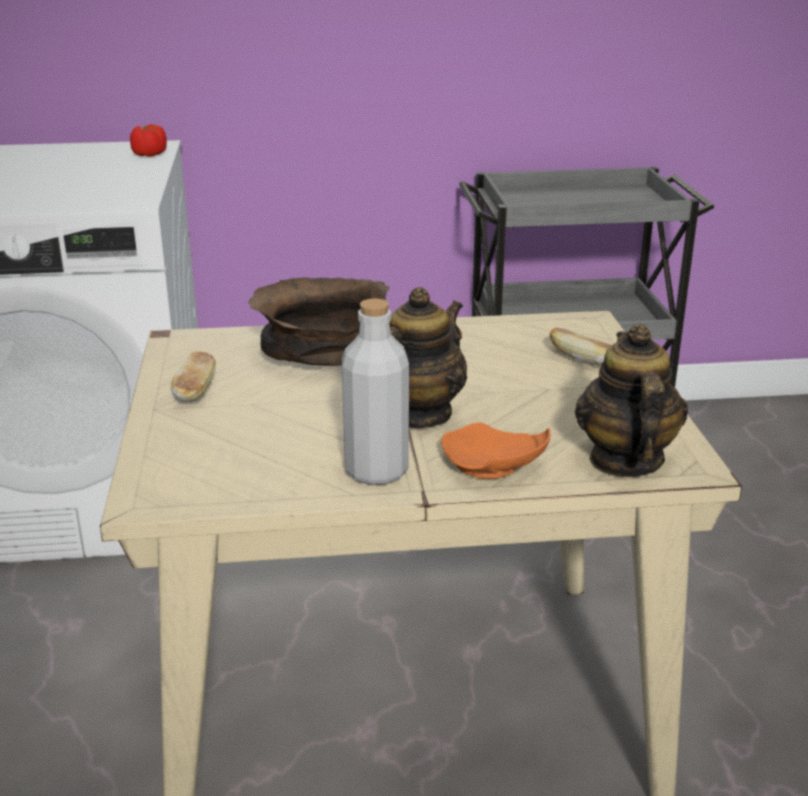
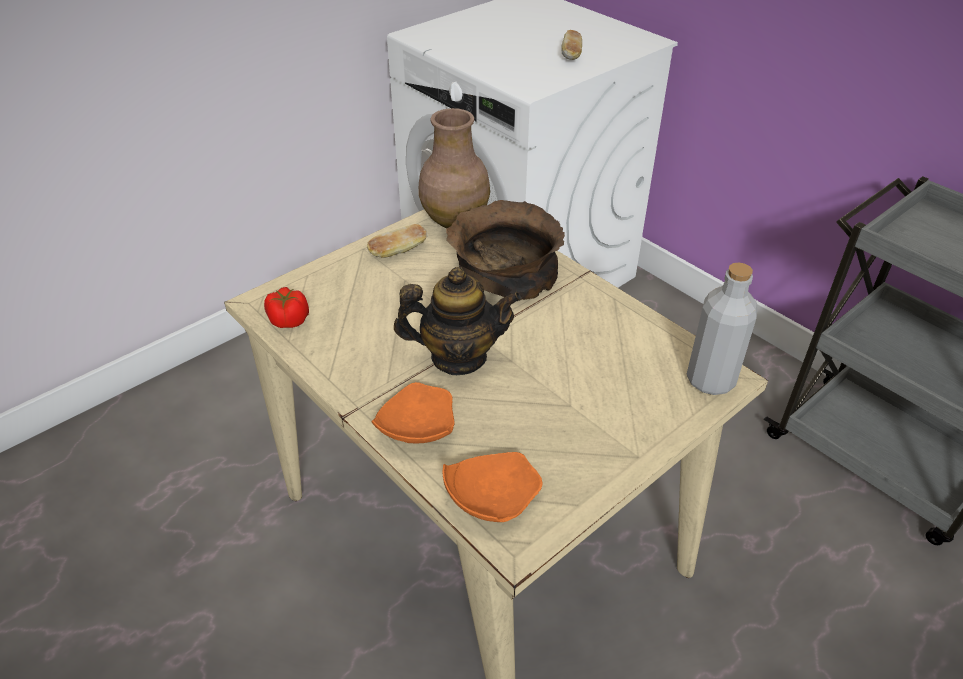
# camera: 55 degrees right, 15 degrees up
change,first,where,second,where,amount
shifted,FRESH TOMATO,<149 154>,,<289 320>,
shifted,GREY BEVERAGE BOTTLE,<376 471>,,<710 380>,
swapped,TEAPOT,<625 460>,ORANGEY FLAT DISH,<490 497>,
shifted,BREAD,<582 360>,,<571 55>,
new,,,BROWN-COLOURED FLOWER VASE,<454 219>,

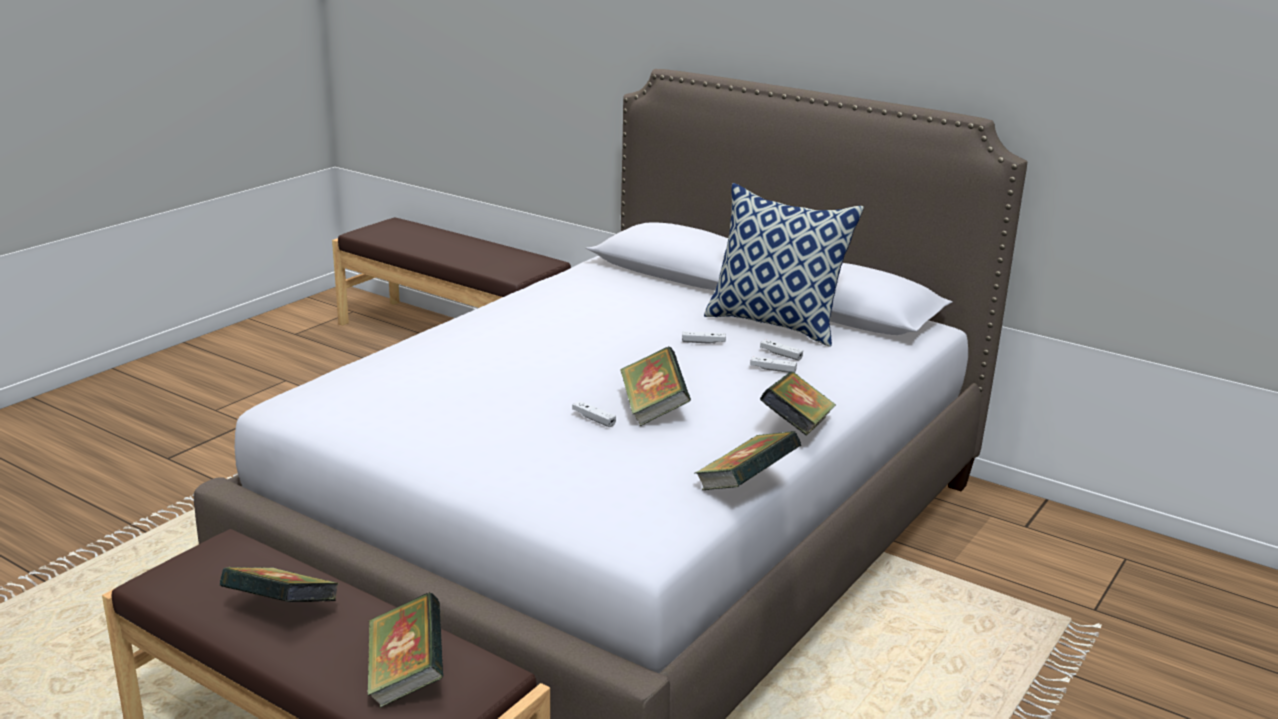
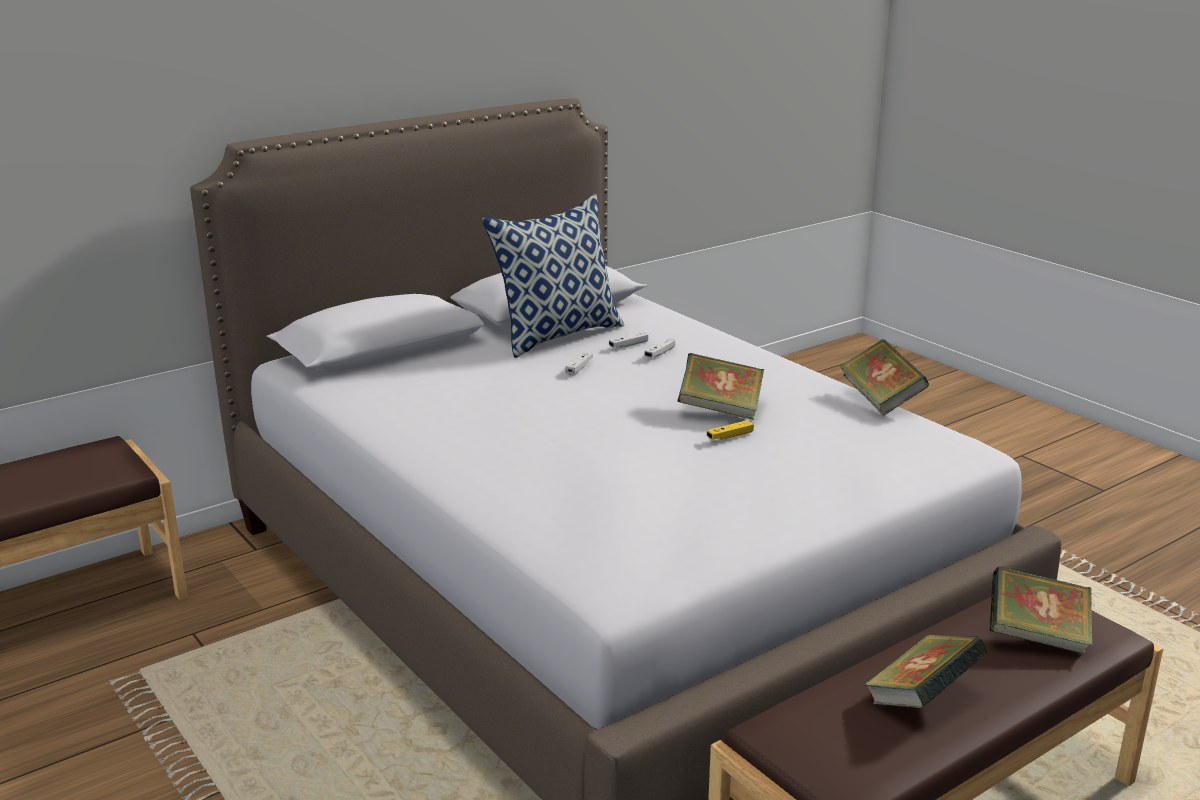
# camera: 70 degrees left, 0 degrees up
change,first,where,second,where,amount
gone,BOOK,<796 427>,,,
repainted,WHITE-COLOURED GAME CONTROLLER,<593 419>,YELLOW-COLOURED GAME CONTROLLER,<730 436>,

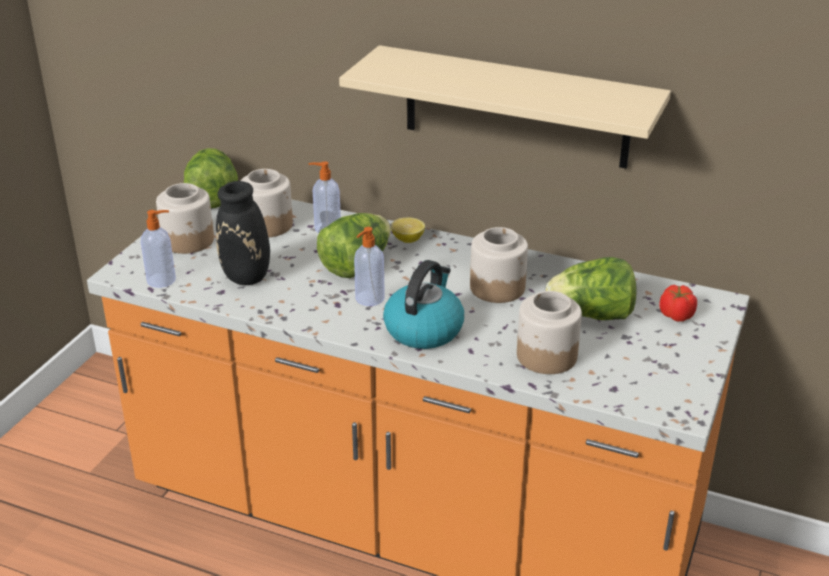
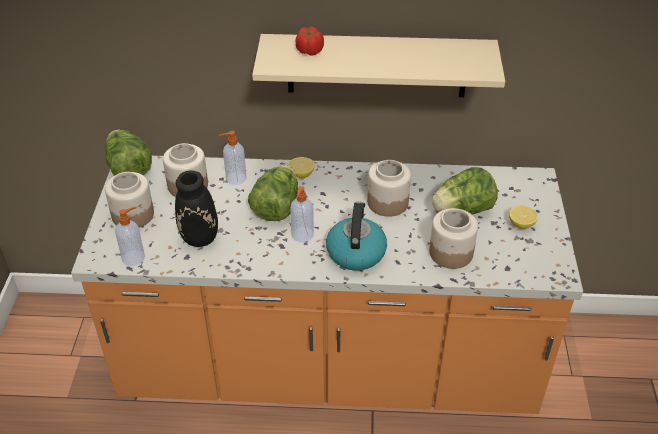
# camera: 20 degrees left, 10 degrees up
change,first,where,second,where,amount
shifted,FRESH TOMATO,<676 315>,,<310 51>,
new,,,LEMON,<521 224>,

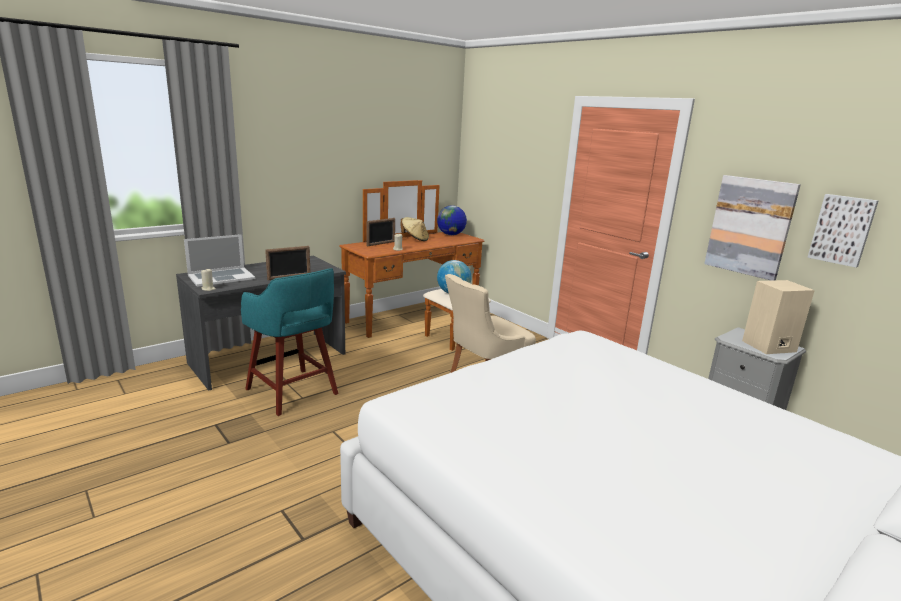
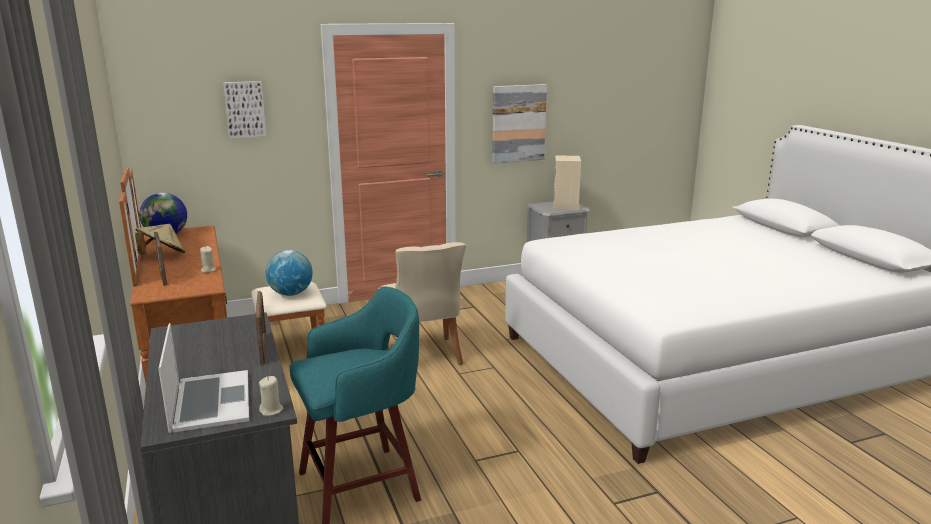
# camera: 70 degrees left, 0 degrees up
change,first,where,second,where,amount
shifted,WALL PICTURE,<842 229>,,<245 109>,

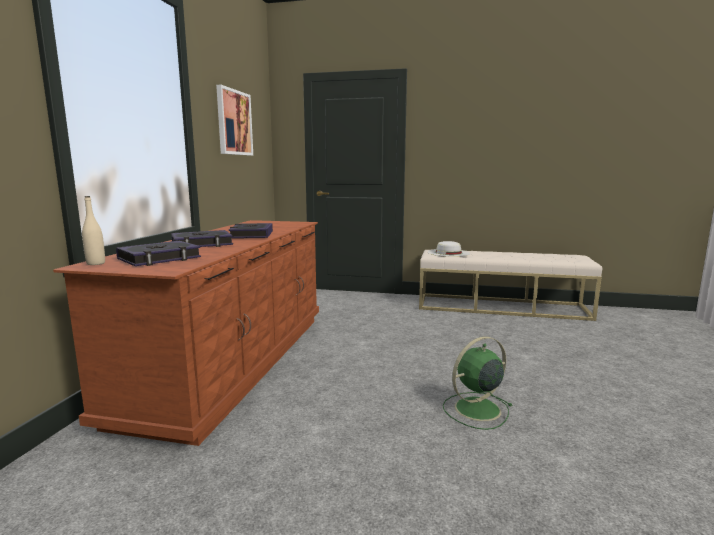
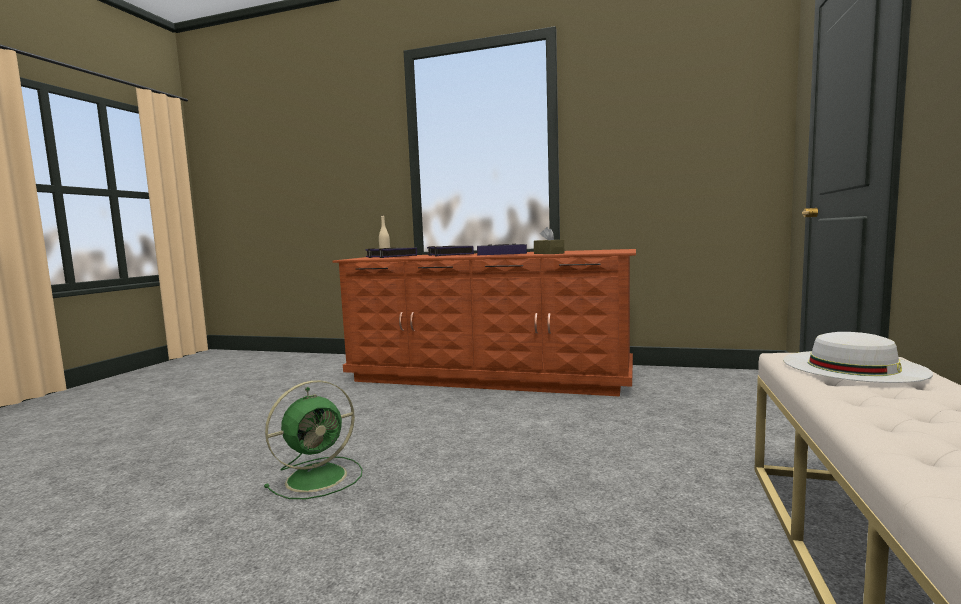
# camera: 95 degrees right, 5 degrees down
change,first,where,second,where,amount
gone,WALL PICTURE,<234 122>,,,
rotated,GREEN ELECTRIC FAN,<476 409>,,<319 477>,75 degrees clockwise
new,,,BROWN-COLOURED BOX OF TISSUES,<548 253>,

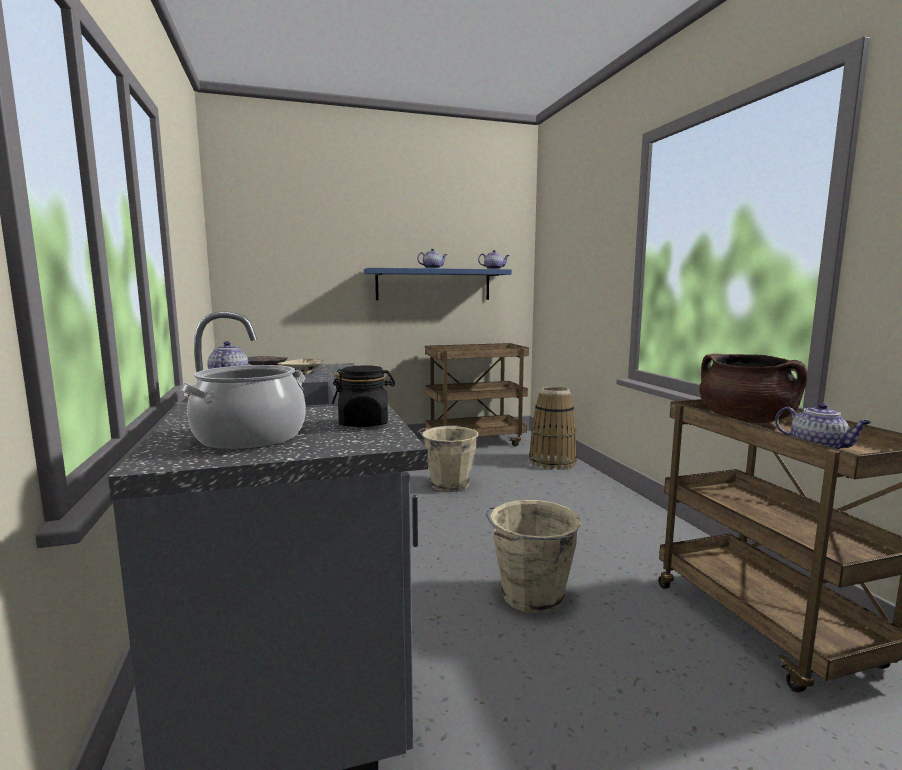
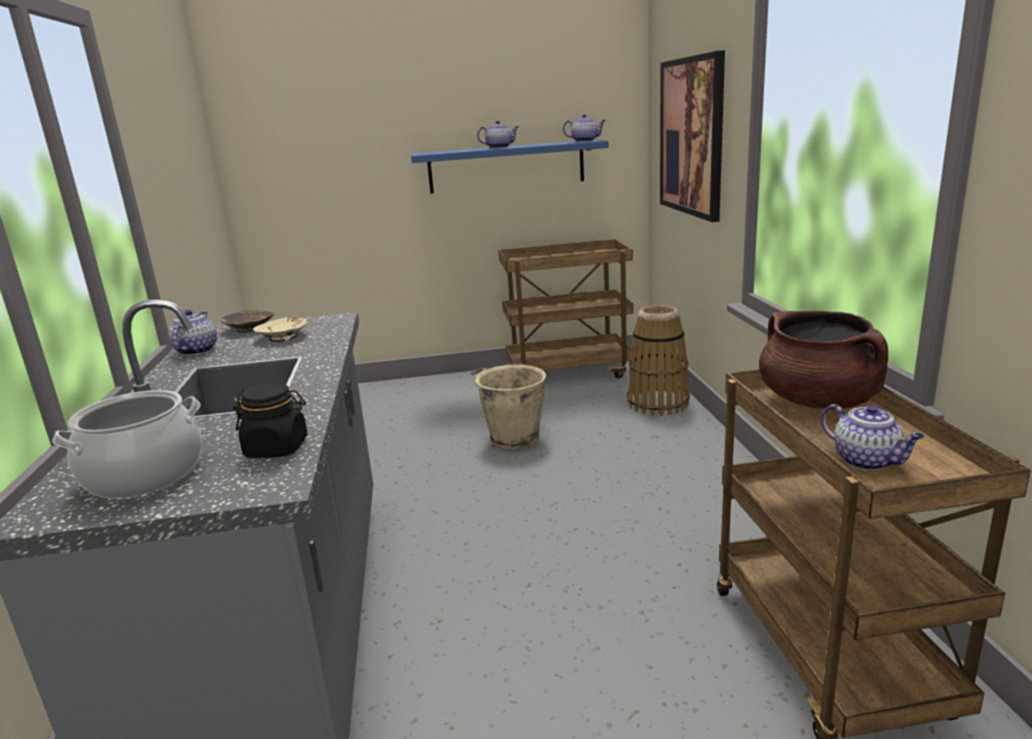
# camera: 10 degrees right, 10 degrees up
change,first,where,second,where,amount
gone,SAND-COLOURED BUCKET,<530 597>,,,
new,,,WALL PICTURE,<691 137>,

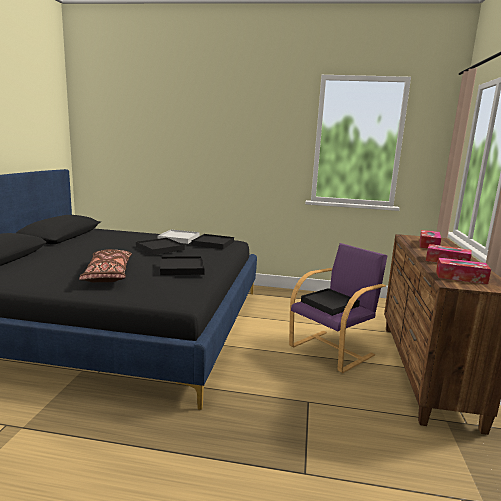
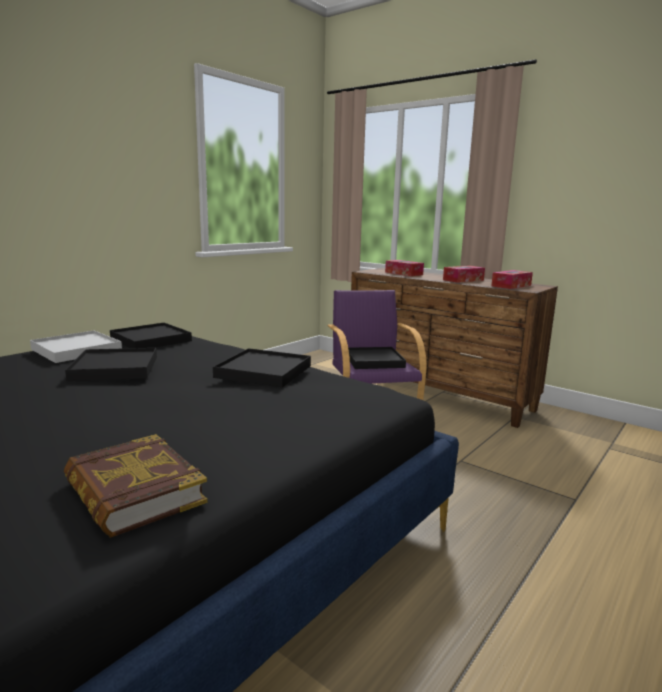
# camera: 60 degrees left, 0 degrees up
change,first,where,second,where,amount
gone,BROWN-COLOURED CUSHION,<108 275>,,,
new,,,BOOK,<134 492>,

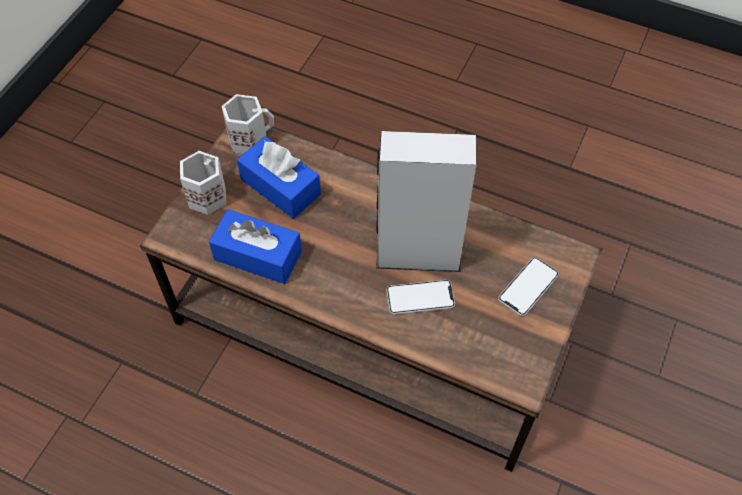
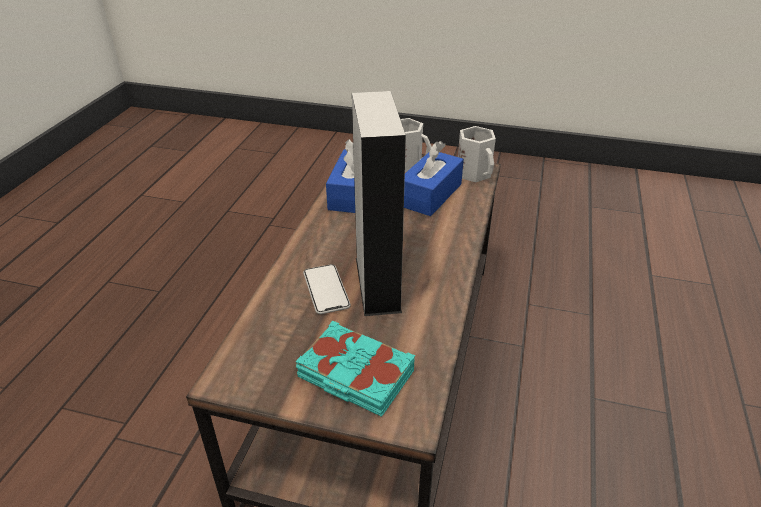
# camera: 80 degrees right, 20 degrees down
change,first,where,second,where,amount
swapped,HANDSET,<528 287>,TURQUOISE BOOK,<355 375>,

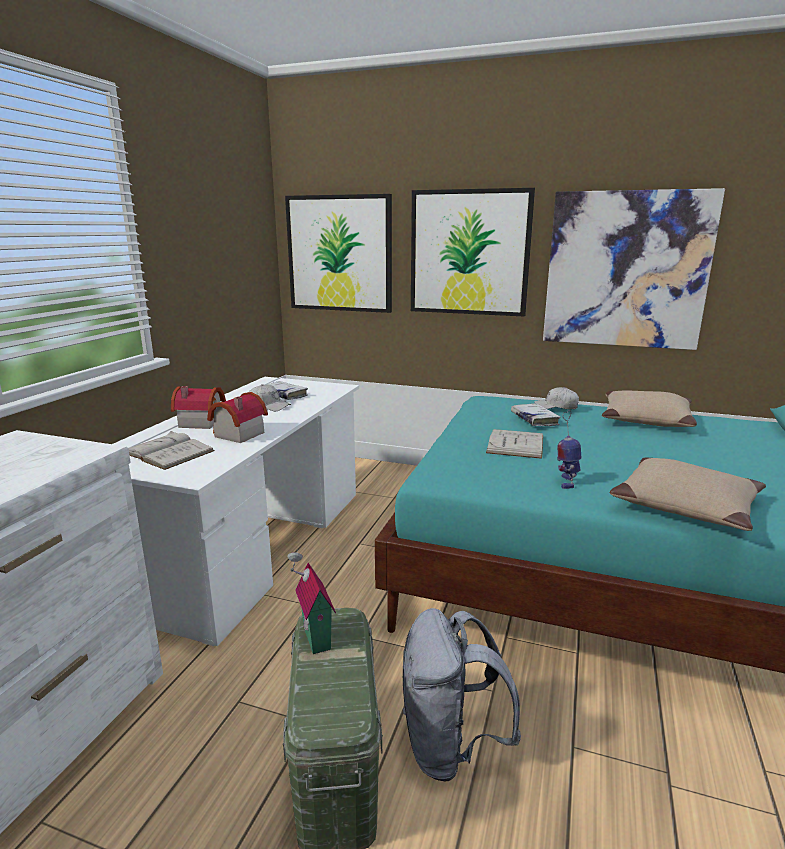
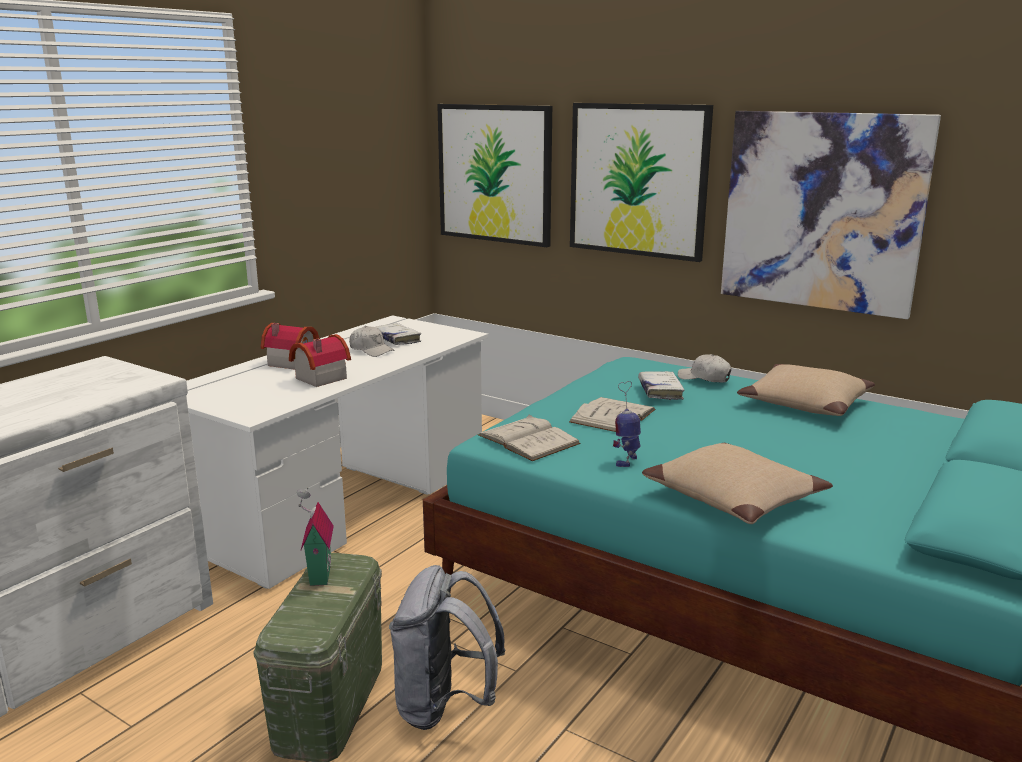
# camera: 15 degrees right, 0 degrees up
change,first,where,second,where,amount
shifted,WHITE-COLOURED BOOK,<167 452>,,<528 439>,

